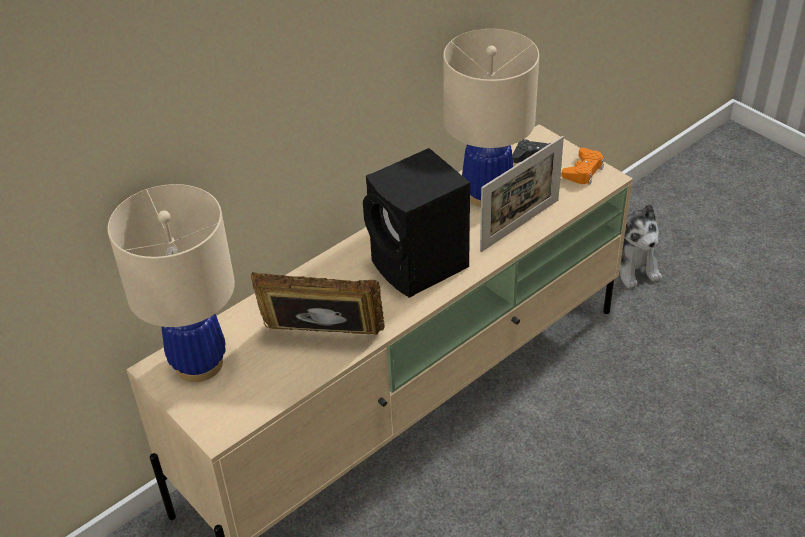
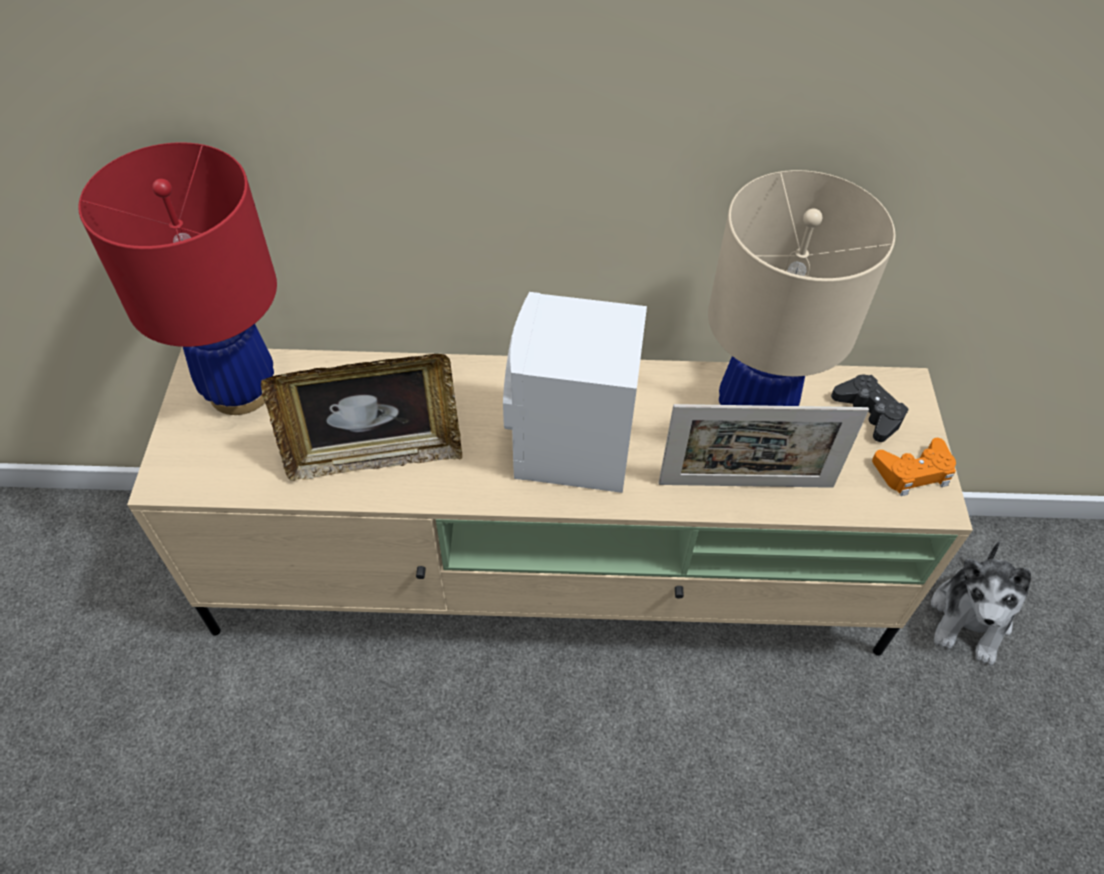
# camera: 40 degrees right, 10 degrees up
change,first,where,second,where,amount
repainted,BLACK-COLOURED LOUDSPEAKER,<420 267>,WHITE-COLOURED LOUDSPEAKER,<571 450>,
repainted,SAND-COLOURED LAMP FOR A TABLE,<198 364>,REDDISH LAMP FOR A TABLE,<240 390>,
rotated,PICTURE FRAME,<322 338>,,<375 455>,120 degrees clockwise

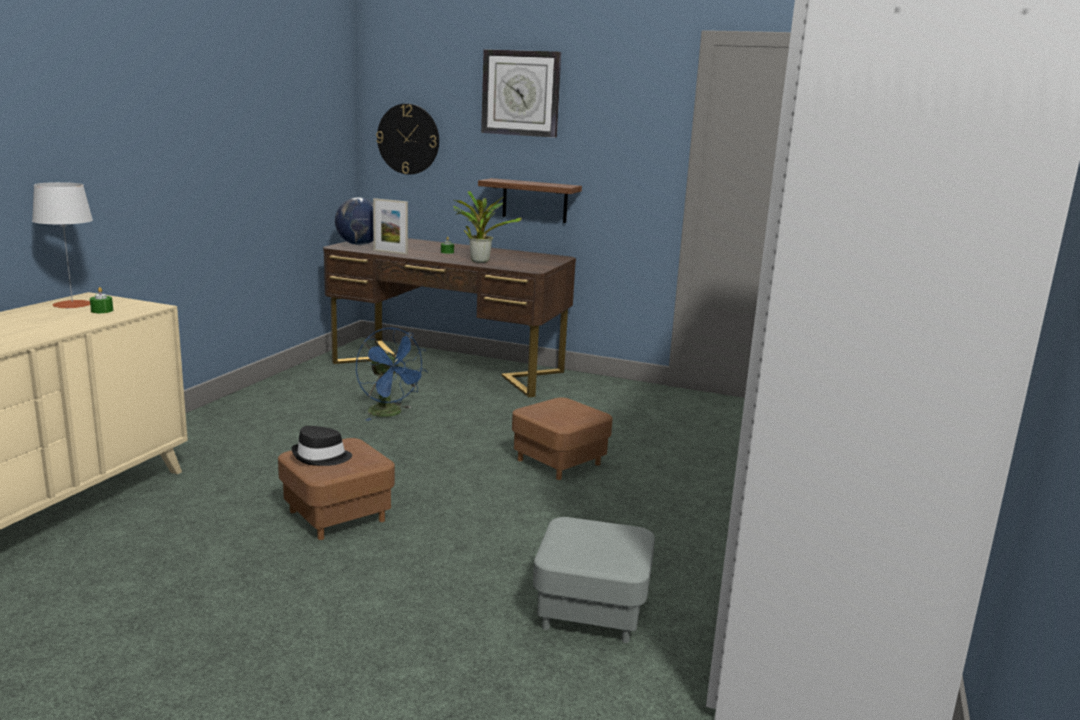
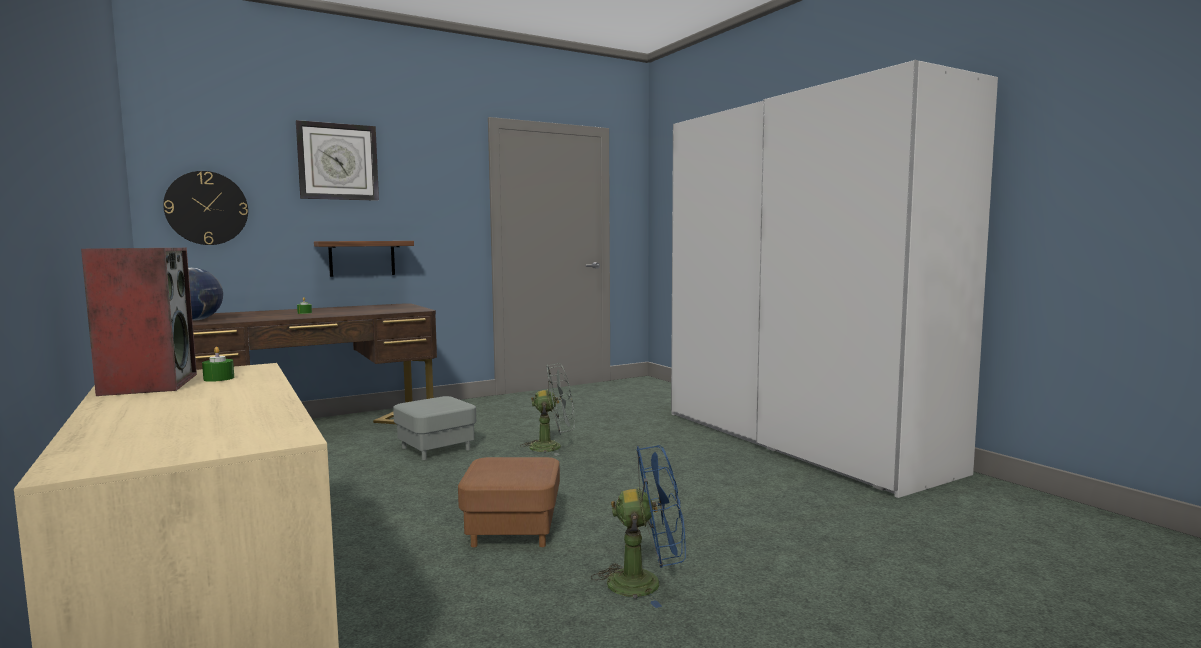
# camera: 50 degrees left, 10 degrees down
change,first,where,second,where,amount
swapped,GREY LAMP FOR A TABLE,<72 304>,LOUDSPEAKER,<148 384>,
gone,POTTED PLANT,<479 261>,,,
gone,PICTURE FRAME,<390 252>,,,
shifted,BLUISH ELECTRIC FAN,<390 414>,,<646 583>,
swapped,BROWN-COLOURED FOOTREST,<559 462>,GREY ELECTRIC FAN,<553 447>,
gone,BLACK-COLOURED CLOTHING HAT,<321 457>,,,
shifted,GREY FOOTREST,<591 611>,,<436 448>,

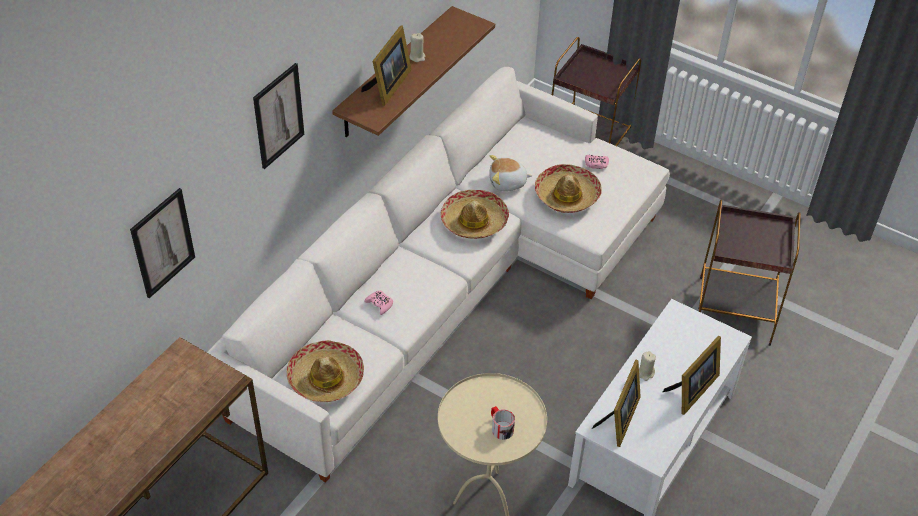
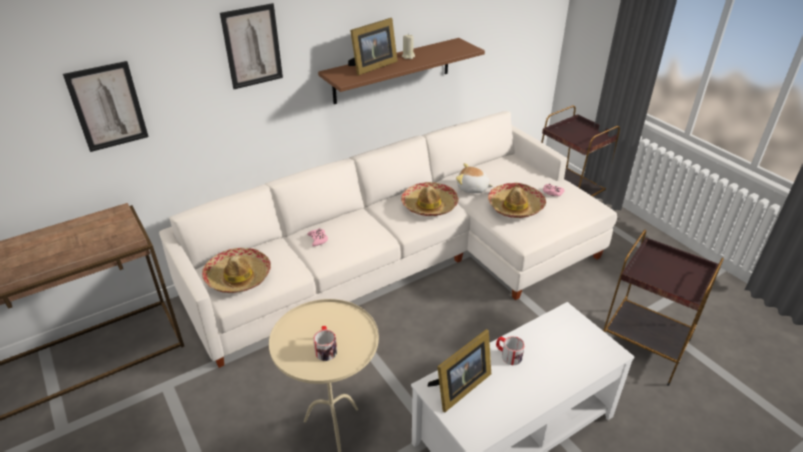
# camera: 25 degrees right, 10 degrees down
change,first,where,second,where,amount
gone,PICTURE FRAME,<692 391>,,,
swapped,SAND-COLOURED CANDLE,<645 373>,COFFEE MUG,<508 355>,

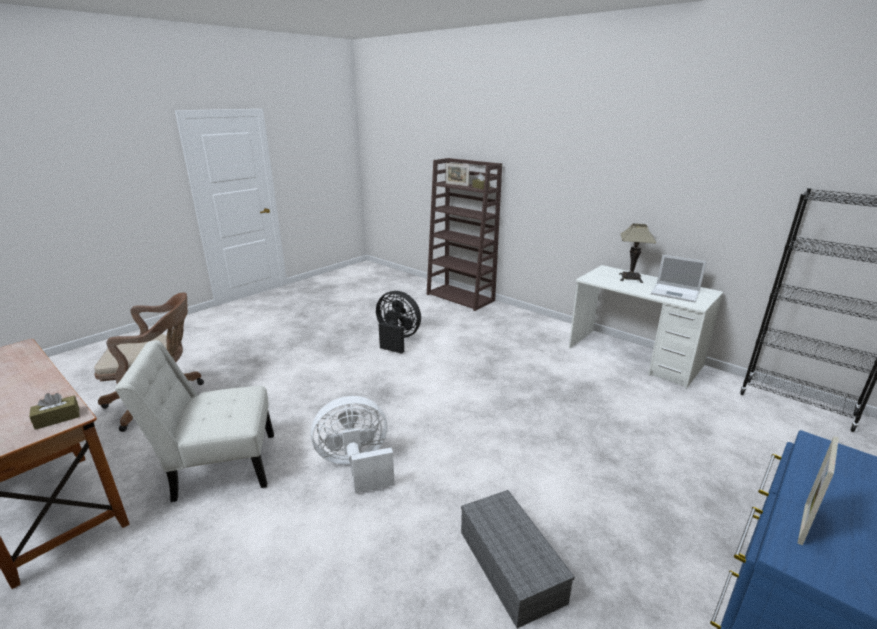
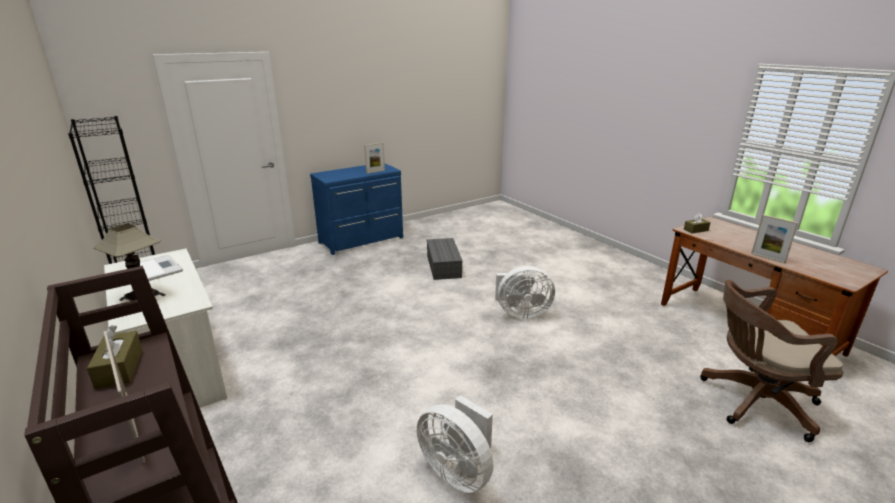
# camera: 165 degrees left, 0 degrees up
change,first,where,second,where,amount
repainted,BLACK-COLOURED ELECTRIC FAN,<397 339>,WHITE-COLOURED ELECTRIC FAN,<458 472>,
gone,WHITE-COLOURED UPRIGHT CHAIR,<219 466>,,,
new,,,PICTURE FRAME,<768 258>,

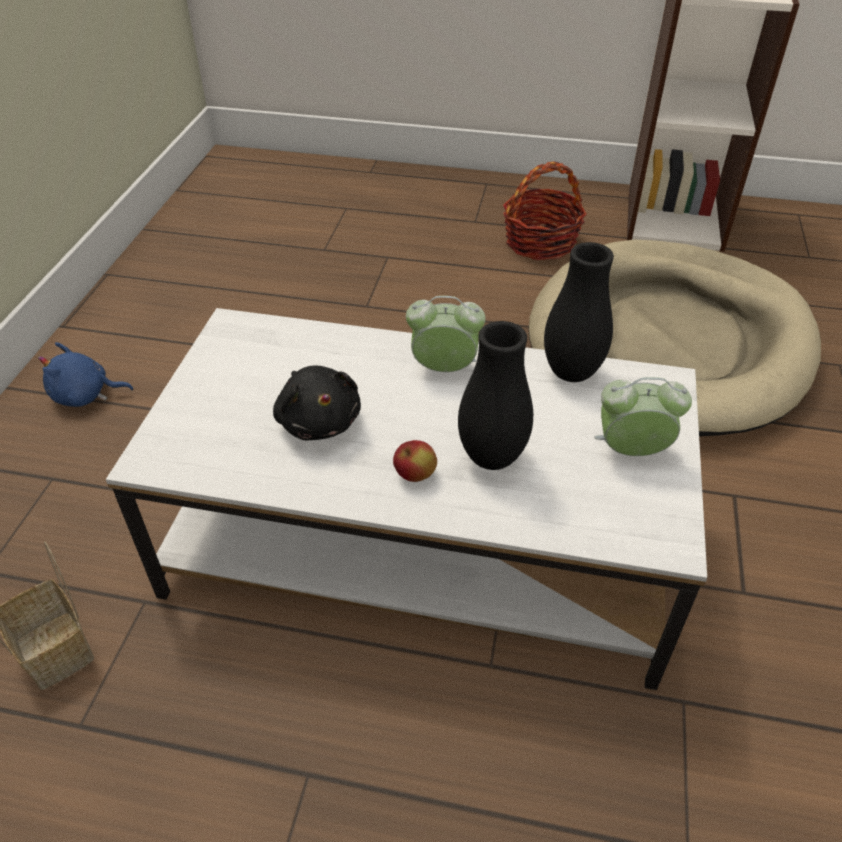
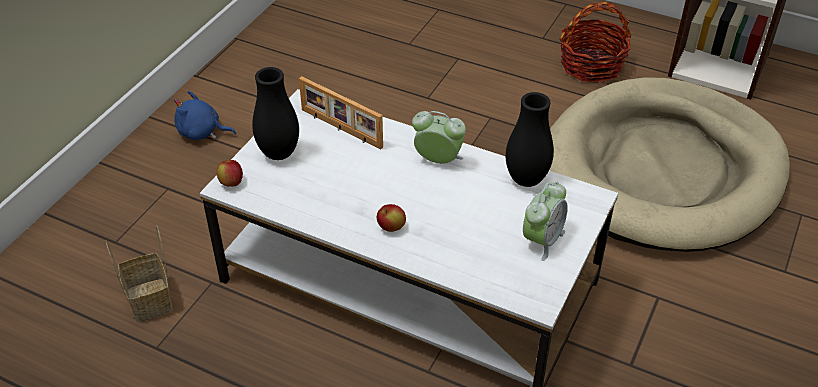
# camera: 15 degrees right, 0 degrees up
change,first,where,second,where,amount
shifted,BLACK-COLOURED FLOWER VASE,<491 457>,,<279 153>,
gone,BLACK-COLOURED CUDDLY TOY,<318 420>,,,
rotated,ALARM CLOCK,<631 451>,,<542 240>,105 degrees clockwise
new,,,PICTURE FRAME,<340 129>,
new,,,APPLE FRUIT,<231 183>,

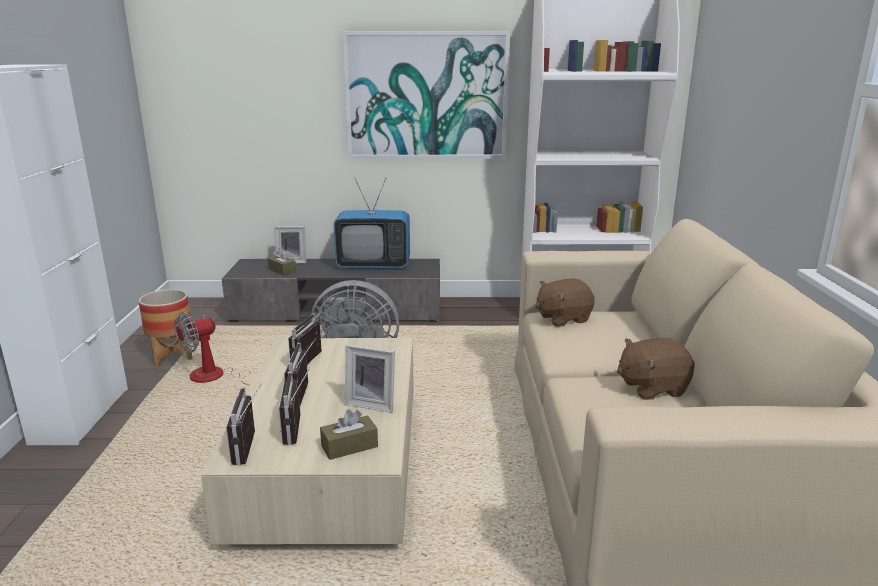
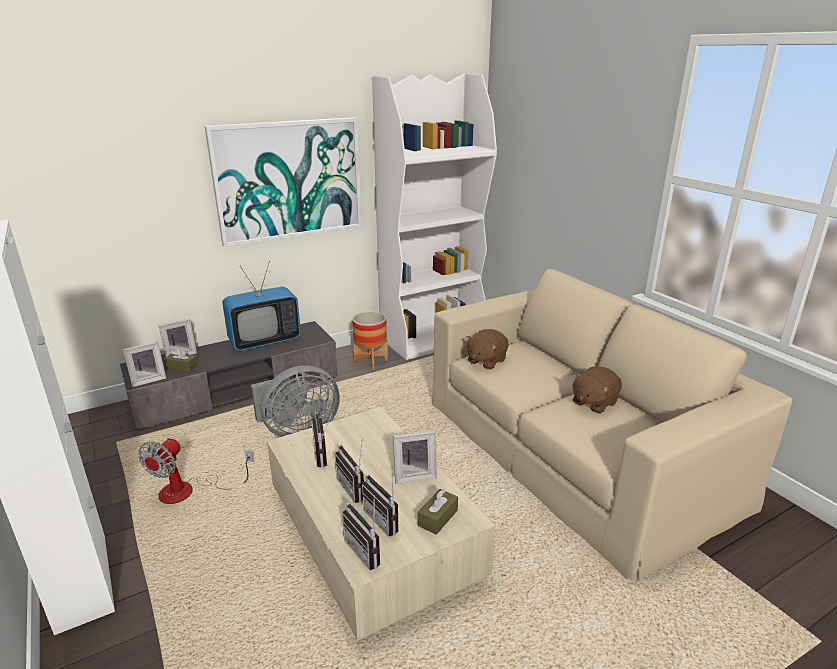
# camera: 30 degrees left, 5 degrees up
change,first,where,second,where,amount
shifted,PLANT POT,<172 357>,,<370 361>,
new,,,PICTURE FRAME,<148 380>,

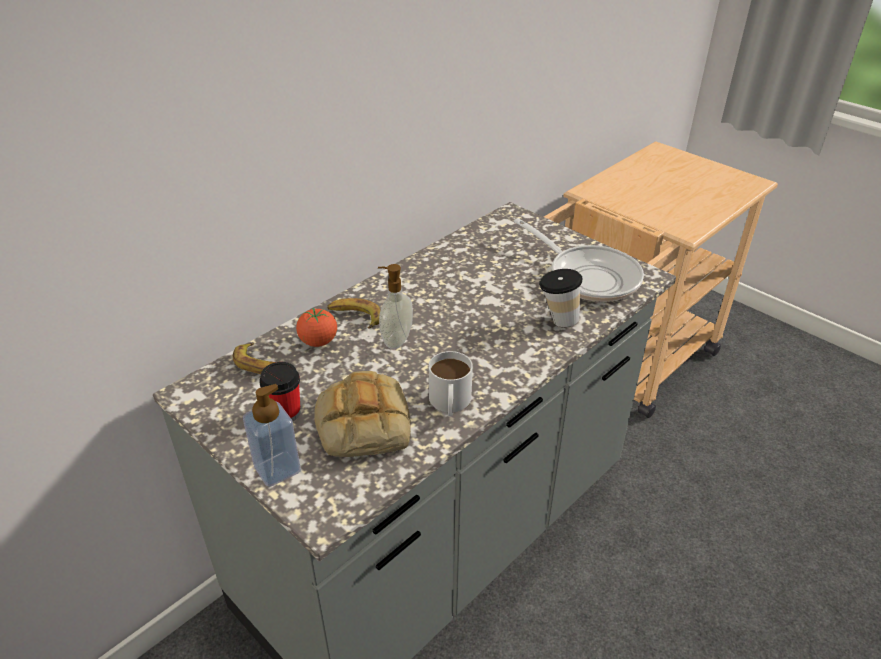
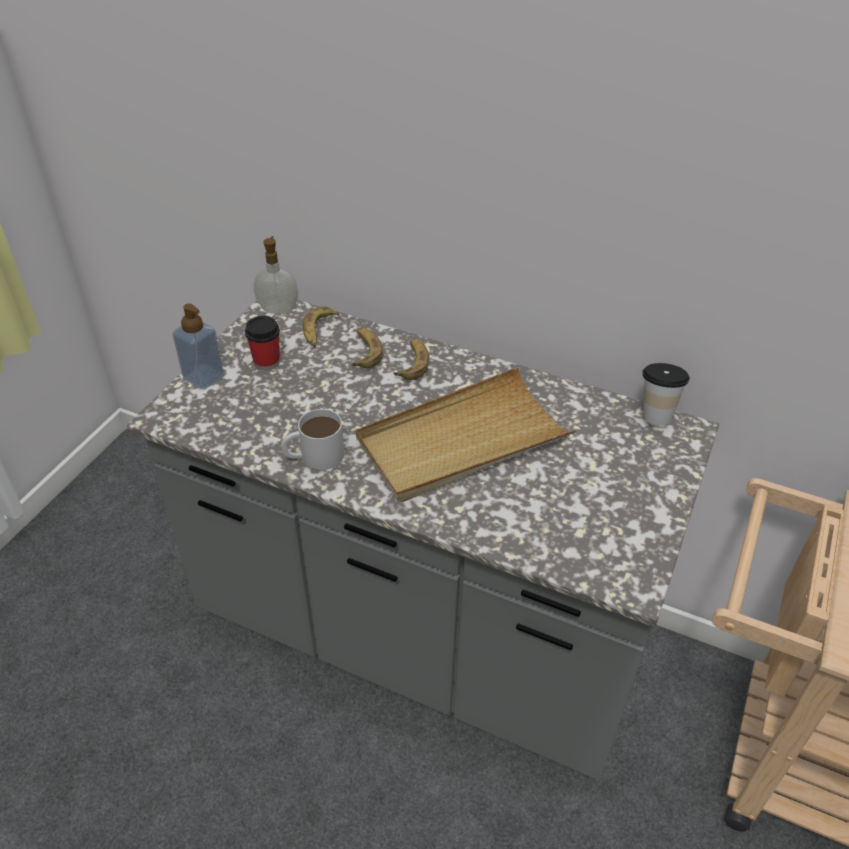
# camera: 70 degrees right, 5 degrees up
change,first,where,second,where,amount
gone,SKILLET,<588 276>,,,
shifted,LIQUID SOAP BOTTLE,<395 339>,,<278 309>,
shifted,DRINKING CUP,<557 319>,,<655 414>,
swapped,FRESH TOMATO,<318 342>,BANANA FRUIT,<365 352>,
gone,BREAD,<362 422>,,,
new,,,SAND-COLOURED TRAY,<462 440>,

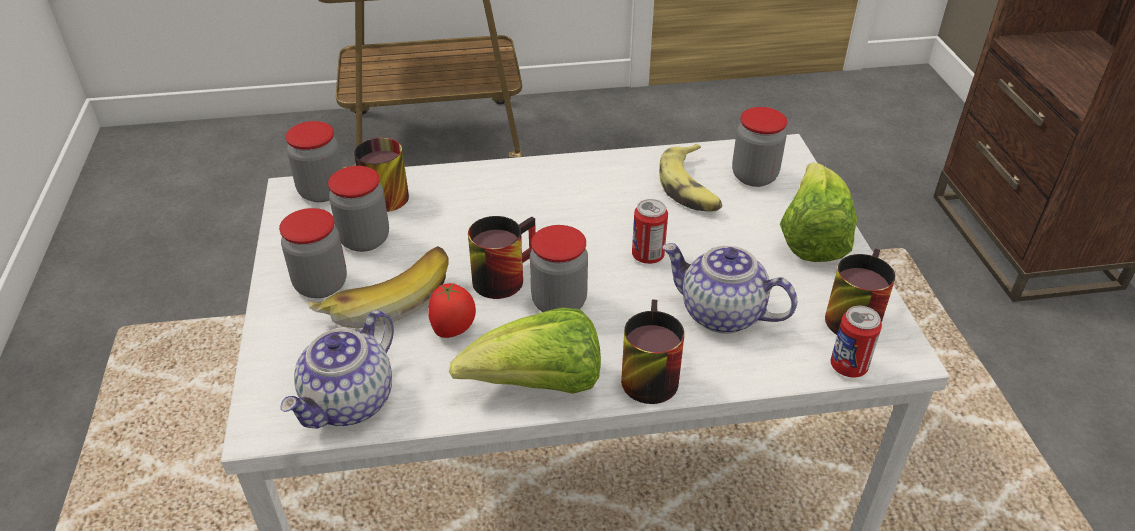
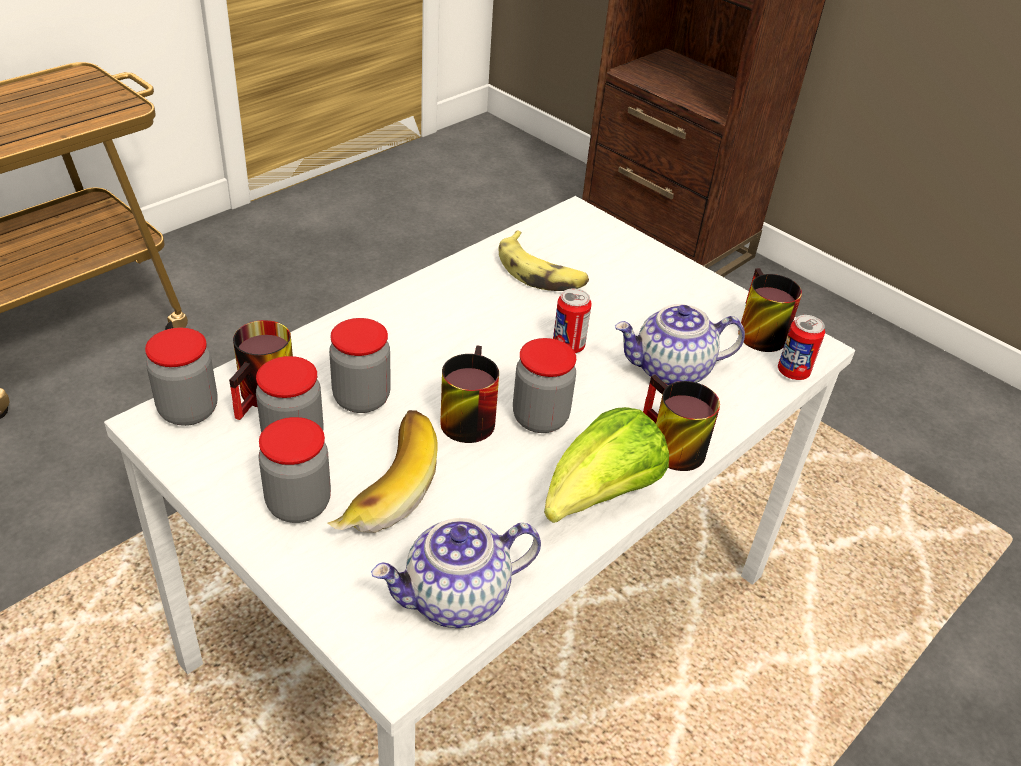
# camera: 40 degrees left, 0 degrees up
change,first,where,second,where,amount
shifted,PRESERVE JAR,<754 176>,,<361 398>,
gone,LETTUCE,<811 238>,,,
gone,FRESH TOMATO,<454 330>,,,
rotated,TEAPOT,<350 402>,,<456 599>,75 degrees clockwise

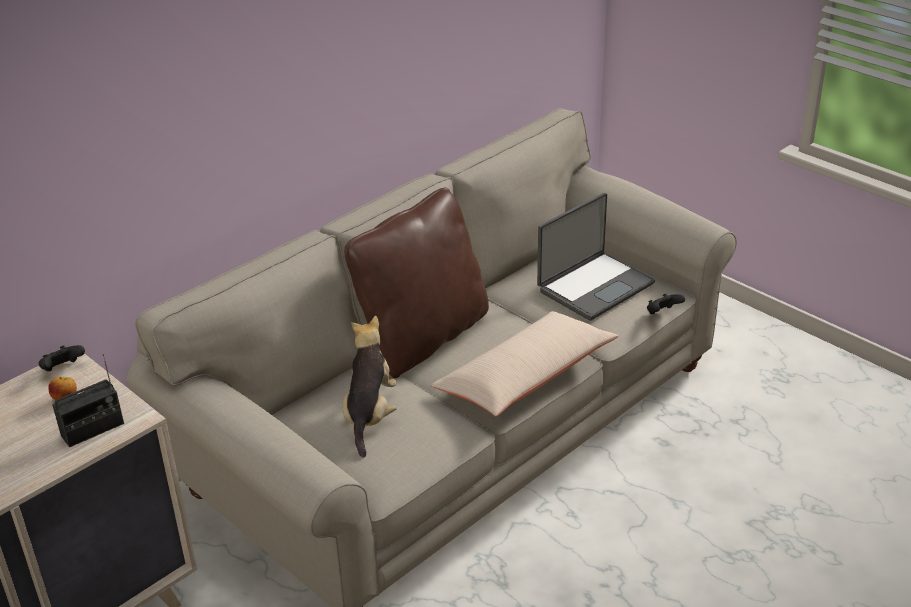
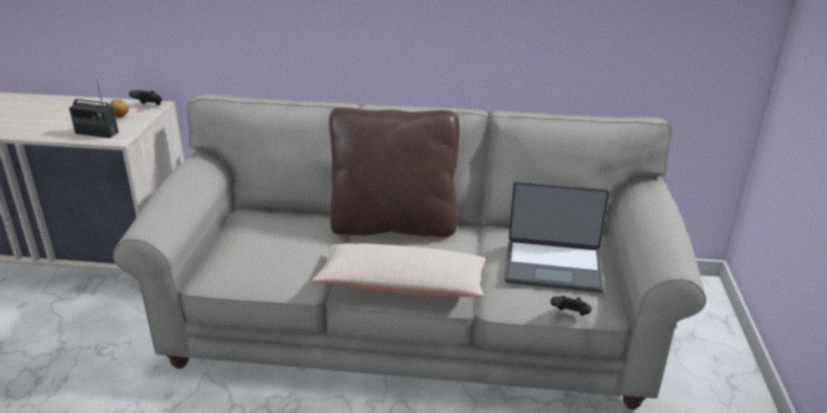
# camera: 50 degrees right, 5 degrees down
change,first,where,second,where,amount
gone,CUDDLY TOY,<369 415>,,,

